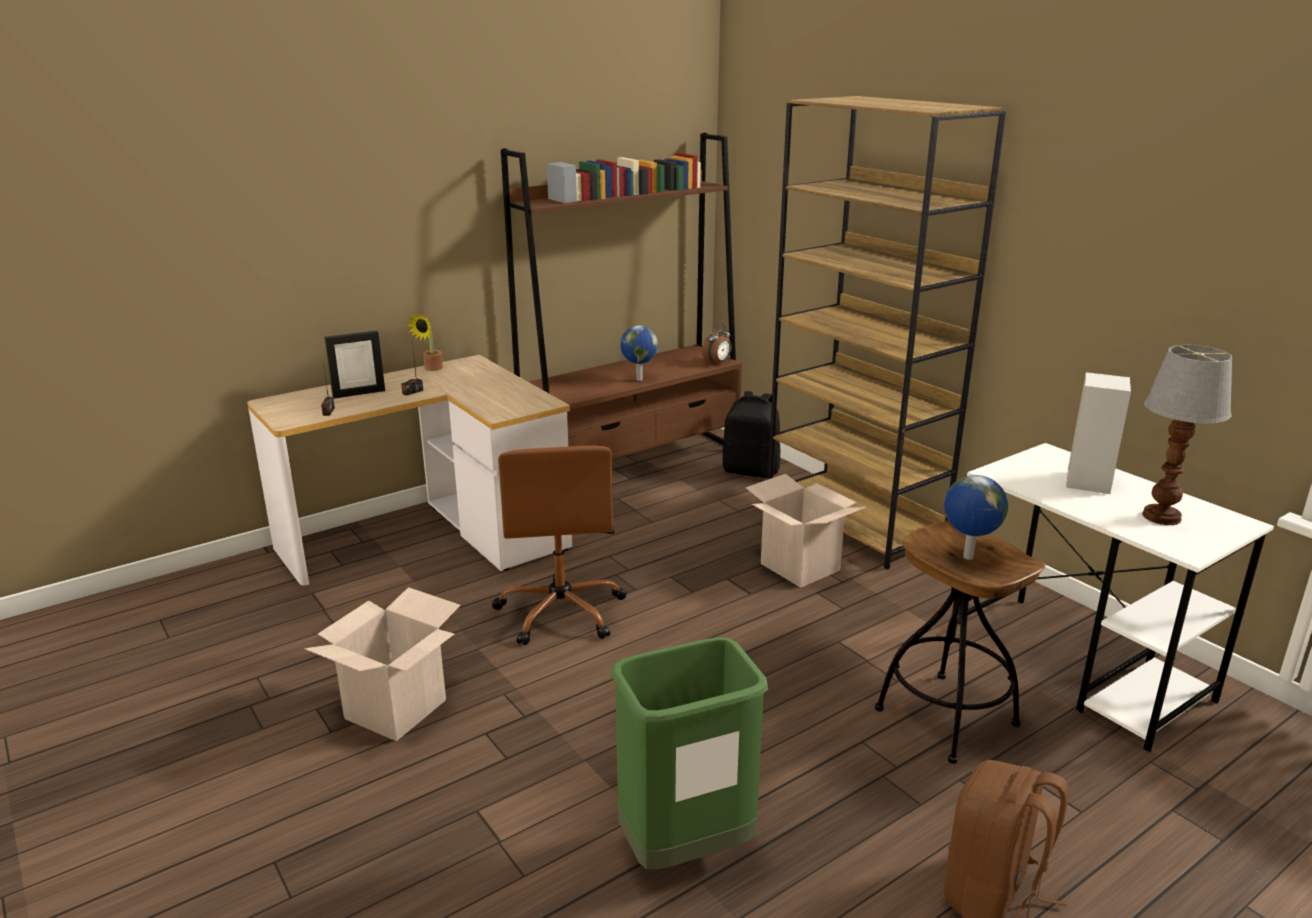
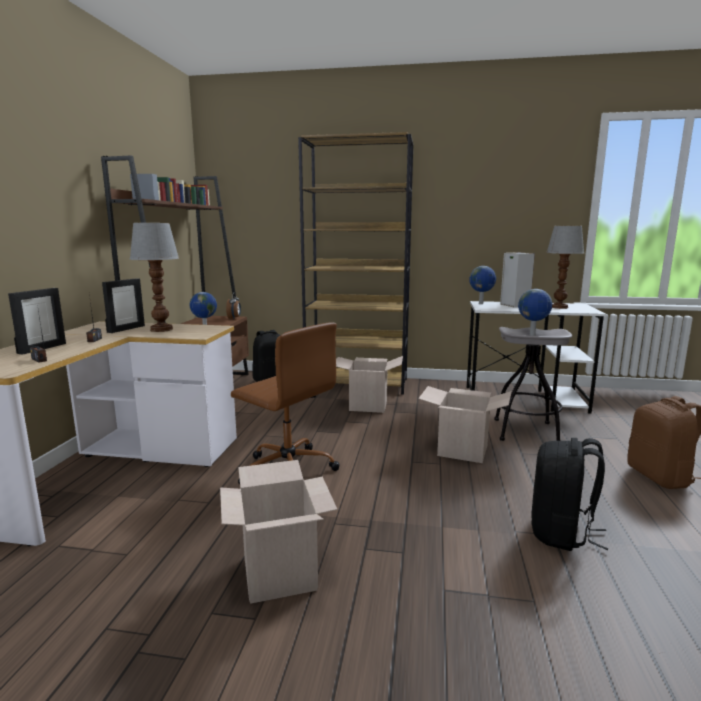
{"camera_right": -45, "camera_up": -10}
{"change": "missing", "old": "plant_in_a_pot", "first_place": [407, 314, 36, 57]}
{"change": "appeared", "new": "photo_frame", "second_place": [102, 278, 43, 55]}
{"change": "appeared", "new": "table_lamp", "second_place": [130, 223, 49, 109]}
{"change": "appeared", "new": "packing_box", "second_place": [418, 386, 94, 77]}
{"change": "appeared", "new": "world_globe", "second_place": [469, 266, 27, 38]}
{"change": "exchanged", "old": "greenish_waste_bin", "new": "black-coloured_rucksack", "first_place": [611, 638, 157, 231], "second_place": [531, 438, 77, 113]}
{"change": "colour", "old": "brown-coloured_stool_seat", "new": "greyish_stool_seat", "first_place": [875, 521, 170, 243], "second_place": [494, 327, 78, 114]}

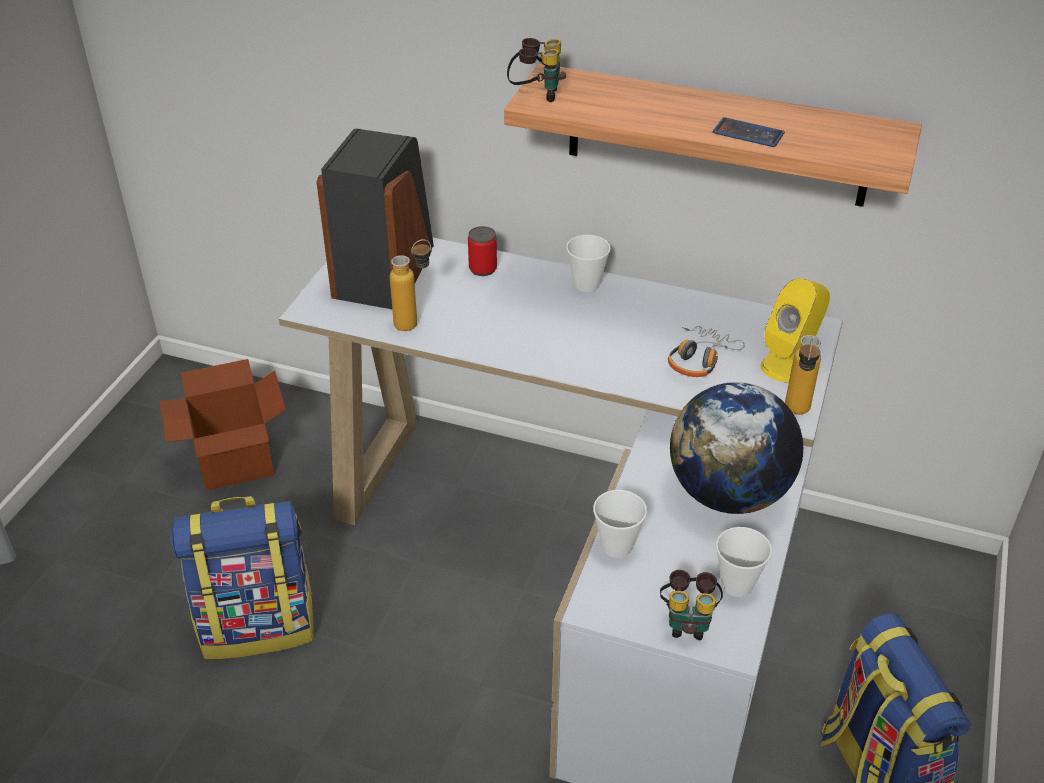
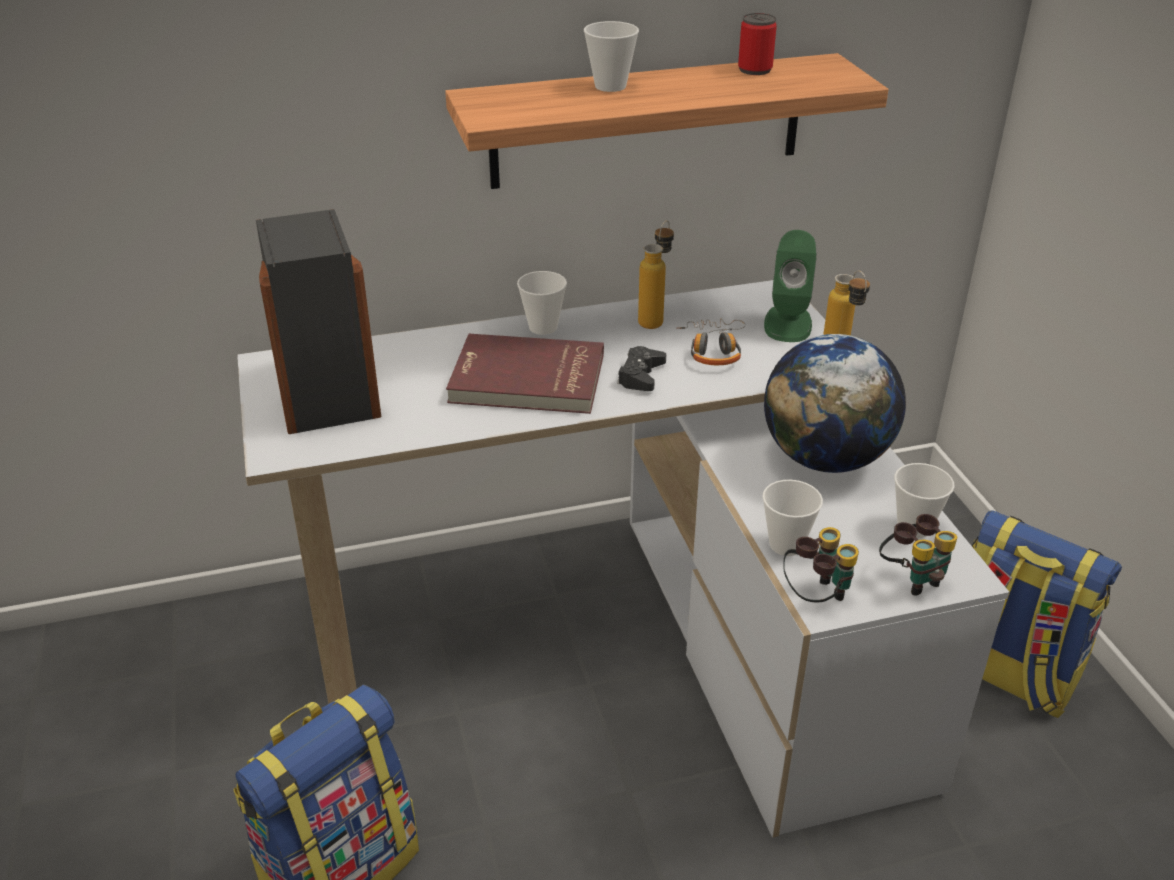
{"camera_right": -35, "camera_up": -5}
{"change": "missing", "old": "packing_box", "first_place": [159, 359, 127, 132]}
{"change": "missing", "old": "handset", "first_place": [713, 117, 72, 30]}
{"change": "appeared", "new": "red_book", "second_place": [446, 334, 158, 80]}
{"change": "appeared", "new": "small_cup", "second_place": [584, 21, 55, 71]}
{"change": "appeared", "new": "black-coloured_joypad", "second_place": [617, 346, 49, 45]}
{"change": "relocated", "old": "beverage_bottle", "first_place": [390, 239, 41, 92], "second_place": [638, 220, 36, 109]}
{"change": "relocated", "old": "can", "first_place": [468, 226, 29, 50], "second_place": [738, 13, 39, 62]}
{"change": "relocated", "old": "field_glasses", "first_place": [507, 38, 59, 64], "second_place": [783, 527, 76, 75]}
{"change": "colour", "old": "yellowish_loudspeaker", "new": "greenish_loudspeaker", "first_place": [761, 278, 69, 104], "second_place": [764, 230, 53, 112]}

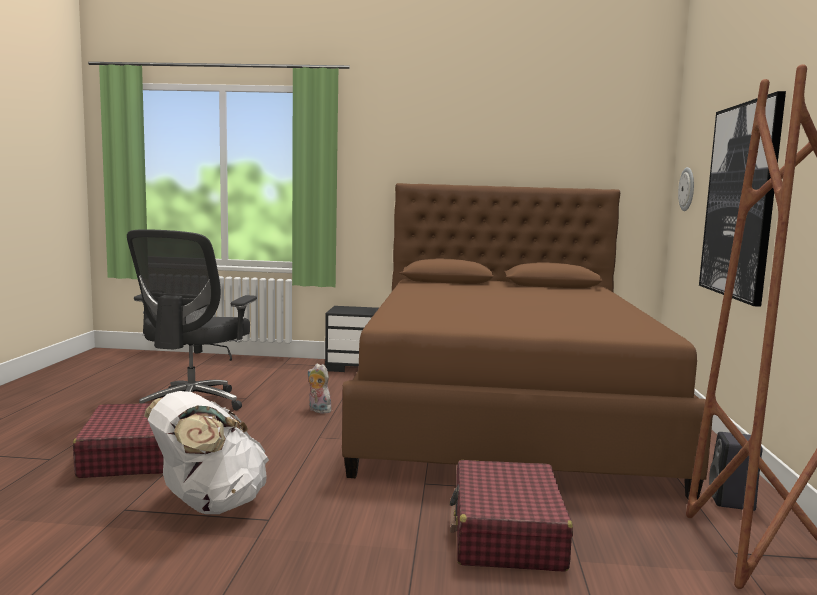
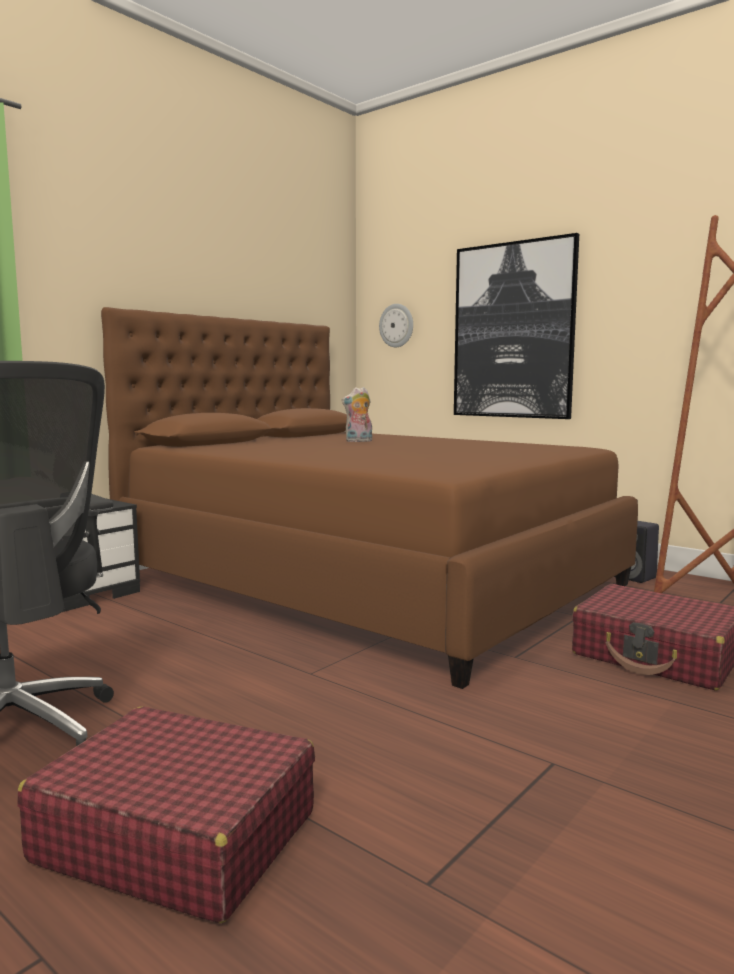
{"camera_right": -55, "camera_up": 0}
{"change": "missing", "old": "whitish_rucksack", "first_place": [144, 391, 125, 123]}
{"change": "relocated", "old": "plush_toy", "first_place": [307, 363, 26, 51], "second_place": [341, 387, 31, 55]}

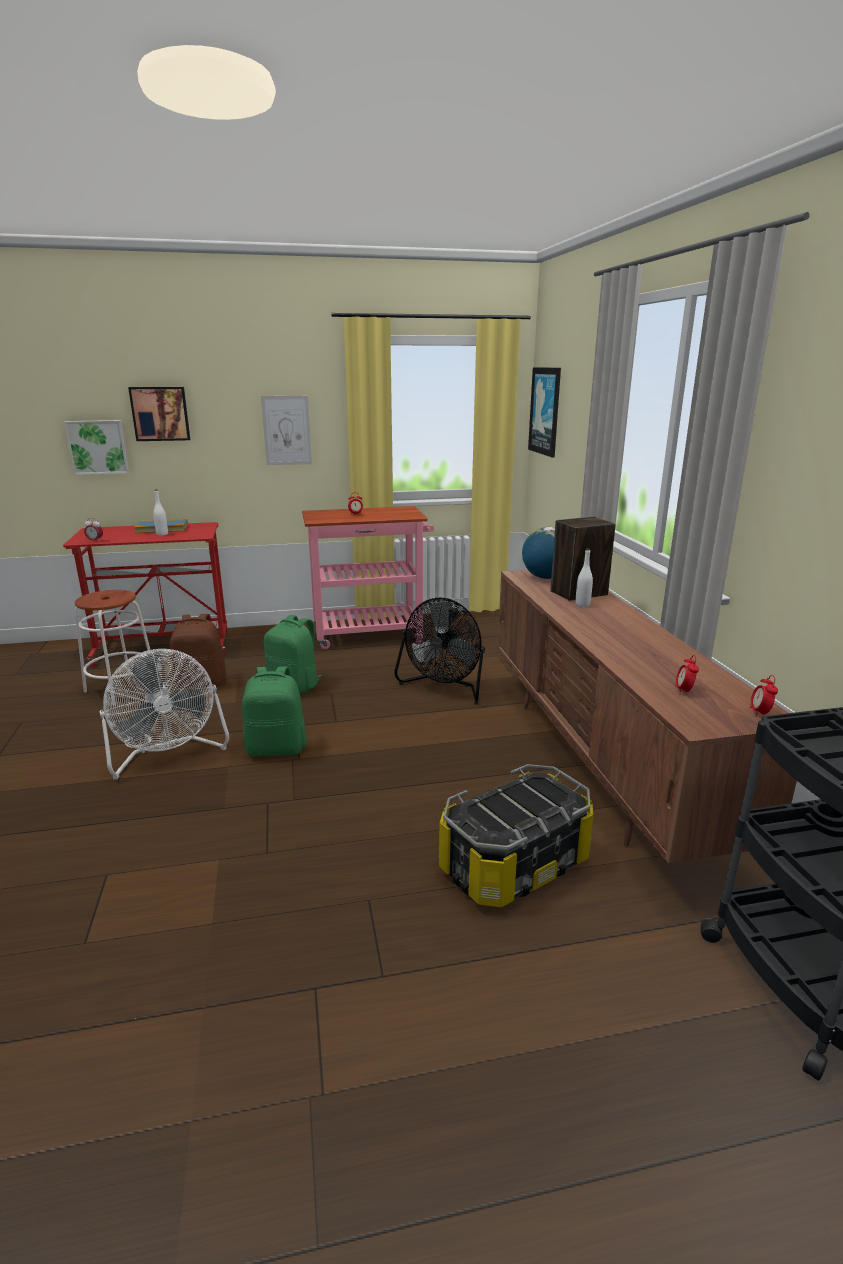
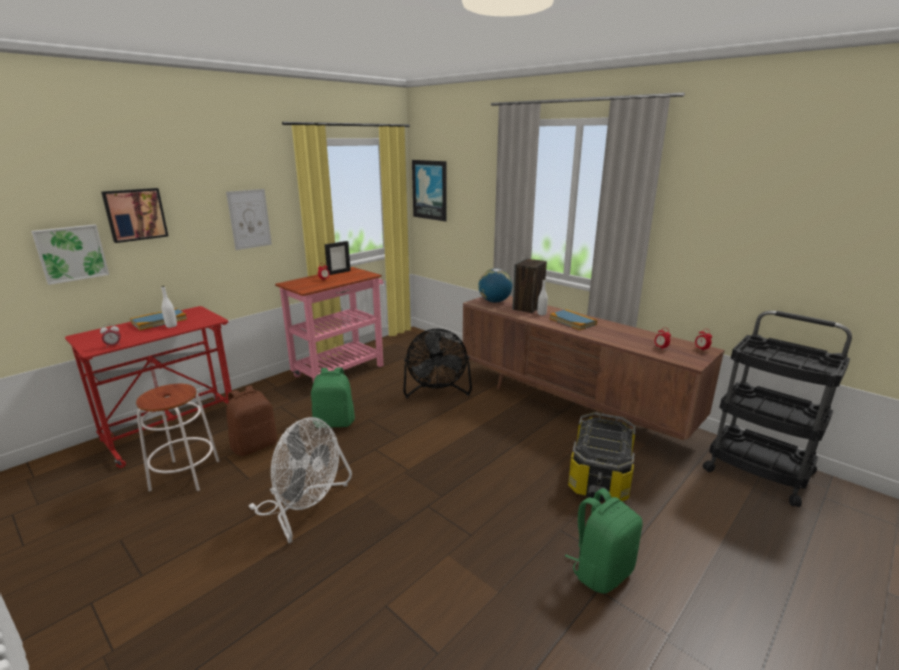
{"camera_right": -35, "camera_up": 0}
{"change": "appeared", "new": "photo_frame", "second_place": [325, 241, 26, 34]}
{"change": "appeared", "new": "book", "second_place": [549, 309, 48, 21]}
{"change": "relocated", "old": "greenish_rucksack", "first_place": [242, 666, 64, 90], "second_place": [565, 488, 78, 106]}

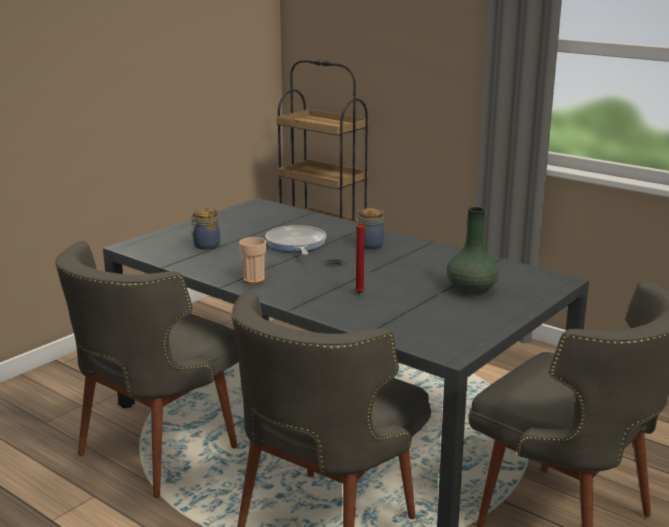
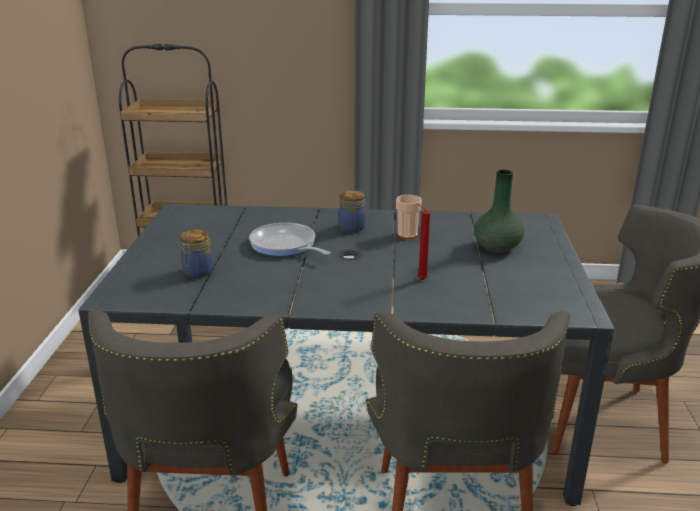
{"camera_right": -35, "camera_up": 5}
{"change": "relocated", "old": "small_cup", "first_place": [239, 237, 27, 47], "second_place": [396, 195, 26, 44]}

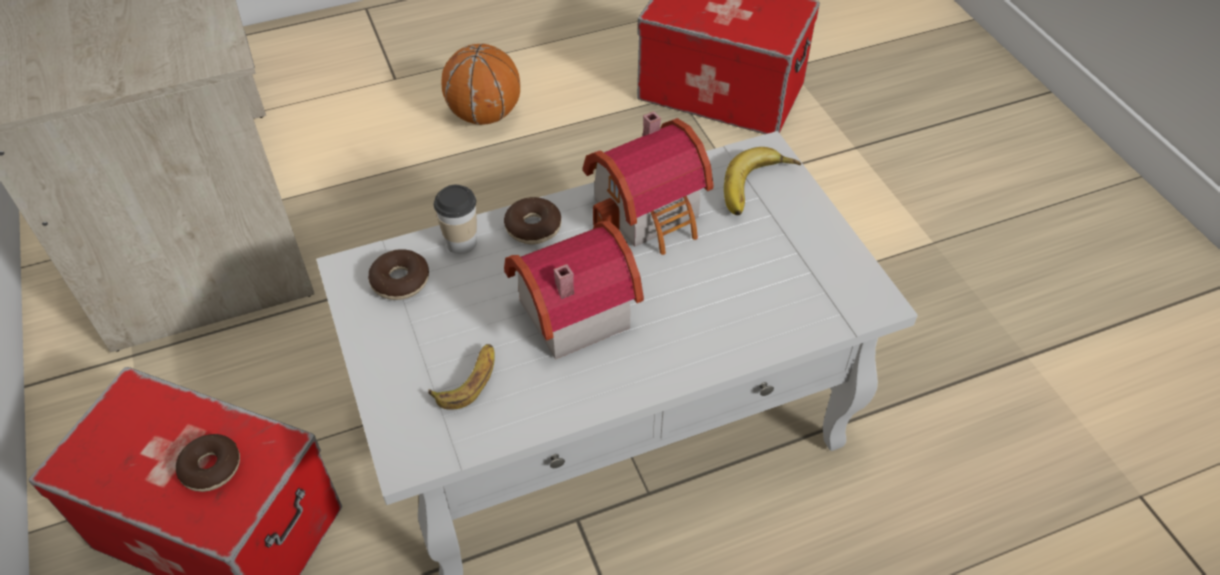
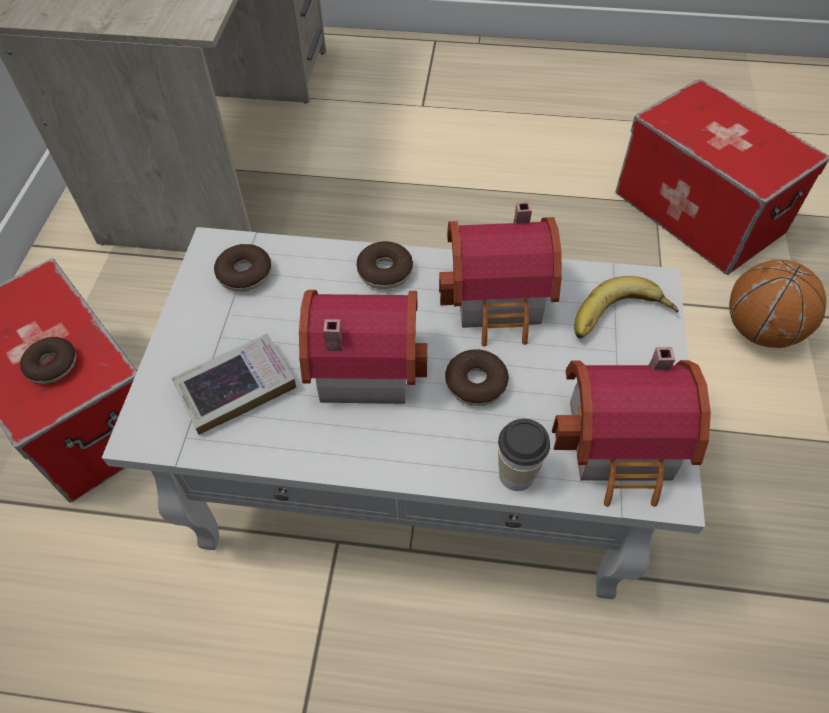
{"camera_right": 30, "camera_up": 5}
{"change": "appeared", "new": "donut", "second_place": [445, 349, 64, 57]}
{"change": "appeared", "new": "miniature_house", "second_place": [552, 347, 159, 160]}
{"change": "relocated", "old": "small_cup", "first_place": [434, 185, 43, 69], "second_place": [498, 419, 52, 72]}
{"change": "relocated", "old": "ball_for_basketball", "first_place": [441, 44, 79, 81], "second_place": [729, 260, 97, 88]}
{"change": "exchanged", "old": "banana", "new": "book", "first_place": [428, 344, 67, 66], "second_place": [171, 334, 125, 101]}

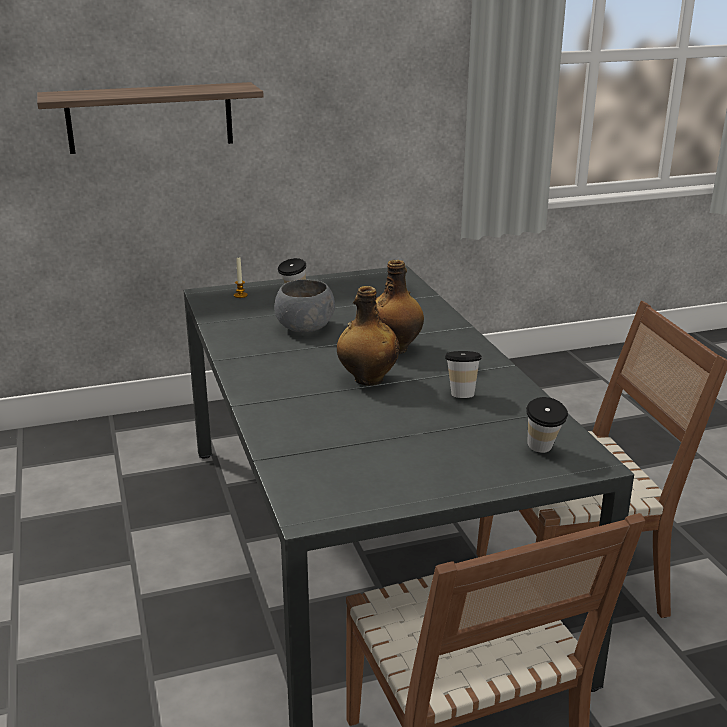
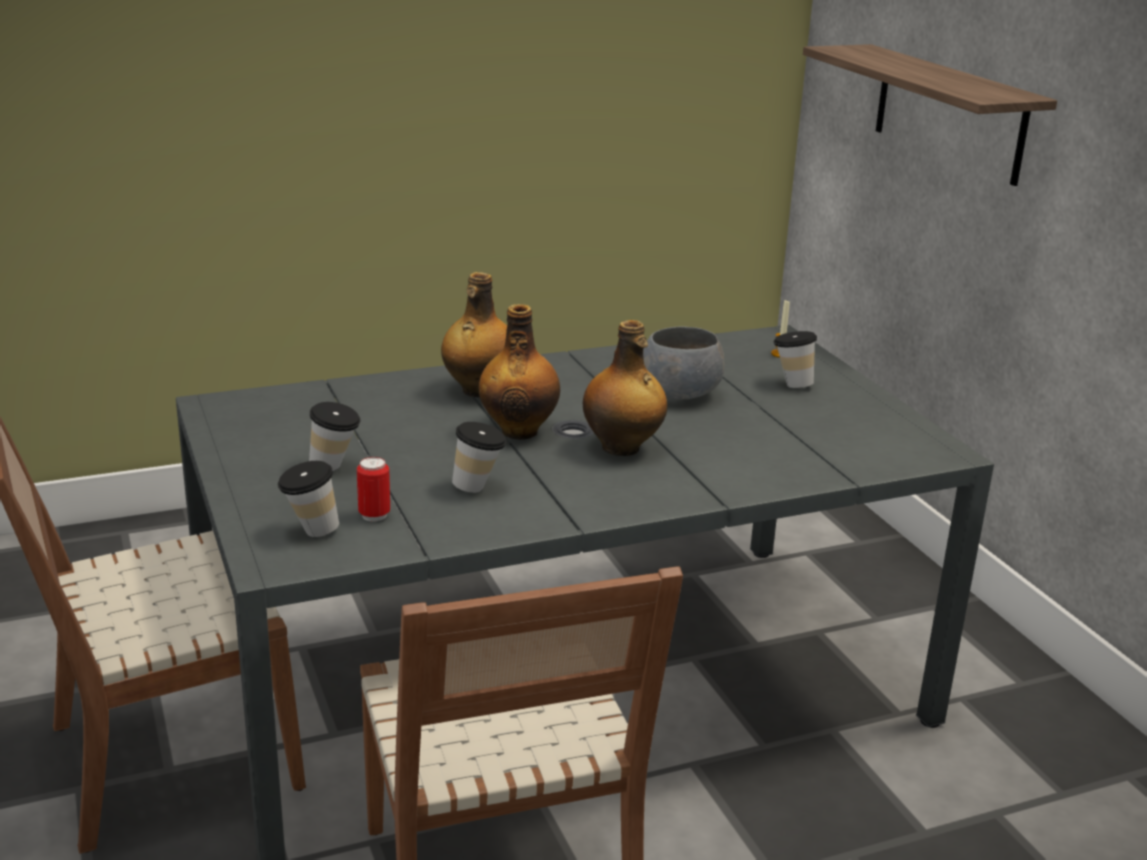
{"camera_right": 85, "camera_up": 0}
{"change": "appeared", "new": "small_cup", "second_place": [309, 402, 51, 69]}
{"change": "appeared", "new": "can", "second_place": [357, 457, 33, 65]}
{"change": "appeared", "new": "beverage_bottle", "second_place": [441, 272, 66, 125]}

